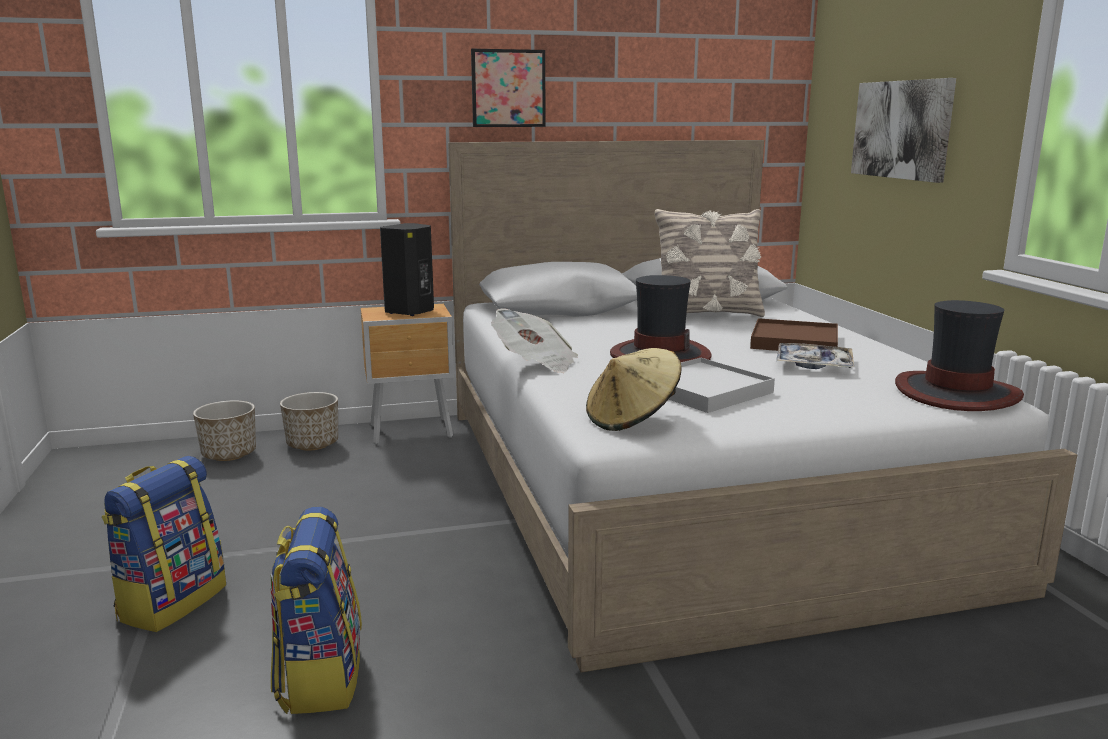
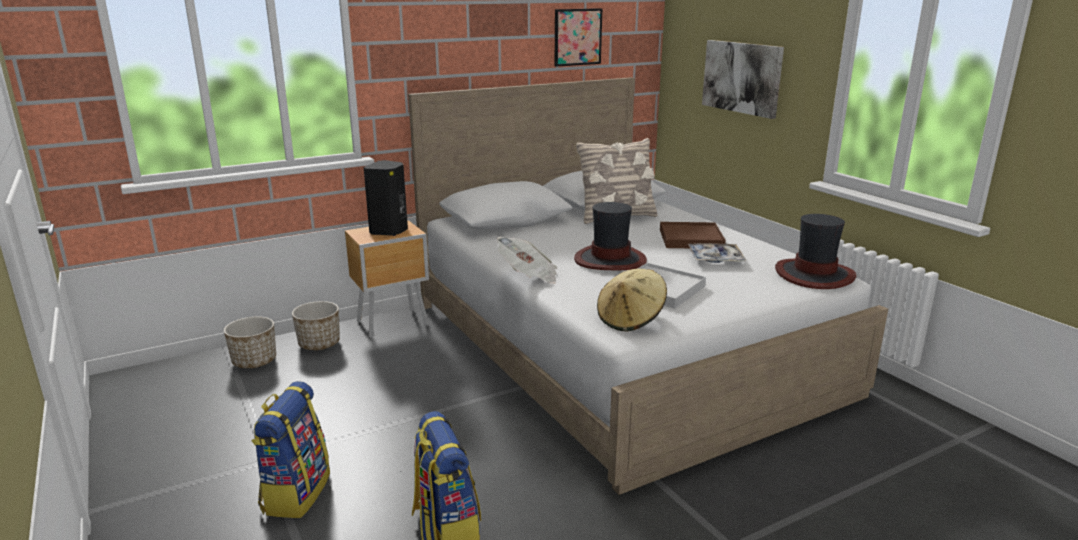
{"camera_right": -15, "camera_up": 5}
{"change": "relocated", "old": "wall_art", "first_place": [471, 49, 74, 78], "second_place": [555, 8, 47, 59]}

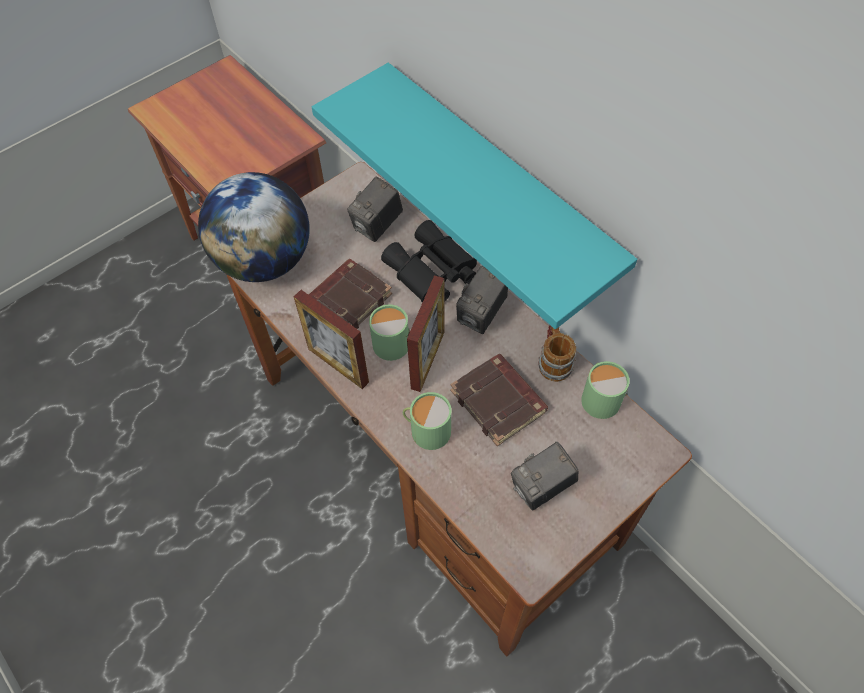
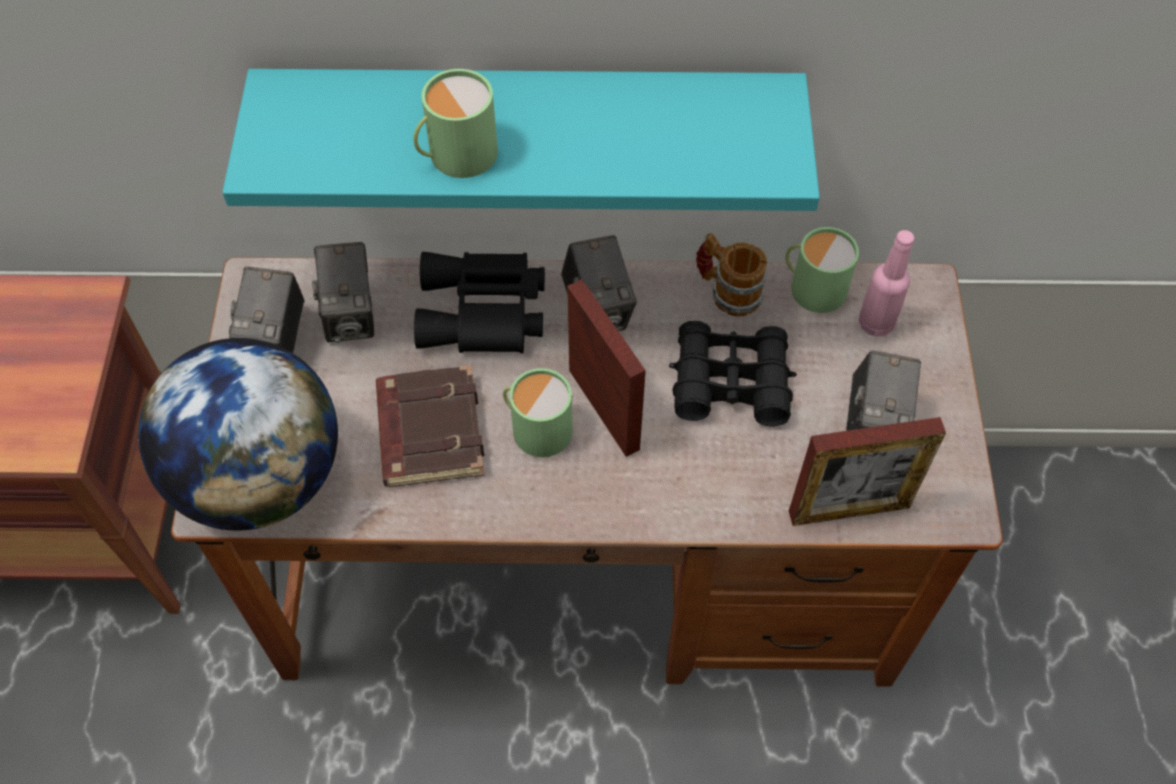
{"camera_right": -50, "camera_up": 0}
{"change": "appeared", "new": "photo_camera", "second_place": [229, 267, 76, 86]}
{"change": "appeared", "new": "pinkish_beverage_bottle", "second_place": [858, 230, 57, 107]}
{"change": "relocated", "old": "photo_frame", "first_place": [293, 290, 76, 99], "second_place": [789, 417, 157, 109]}
{"change": "relocated", "old": "greenish_coffee_mug", "first_place": [403, 392, 48, 58], "second_place": [413, 69, 85, 109]}
{"change": "exchanged", "old": "brown-coloured_book", "new": "black-coloured_field_glasses", "first_place": [450, 354, 98, 92], "second_place": [669, 321, 128, 106]}

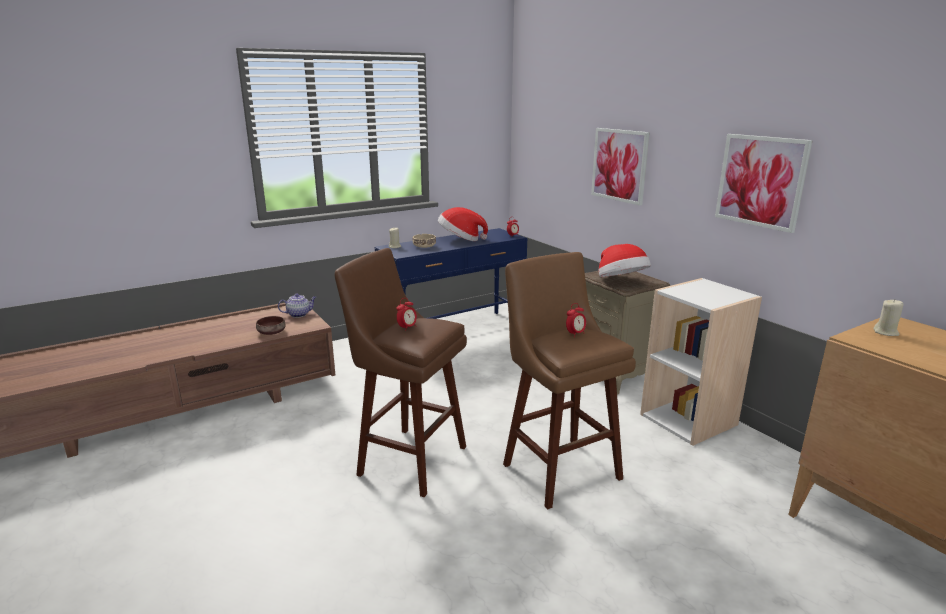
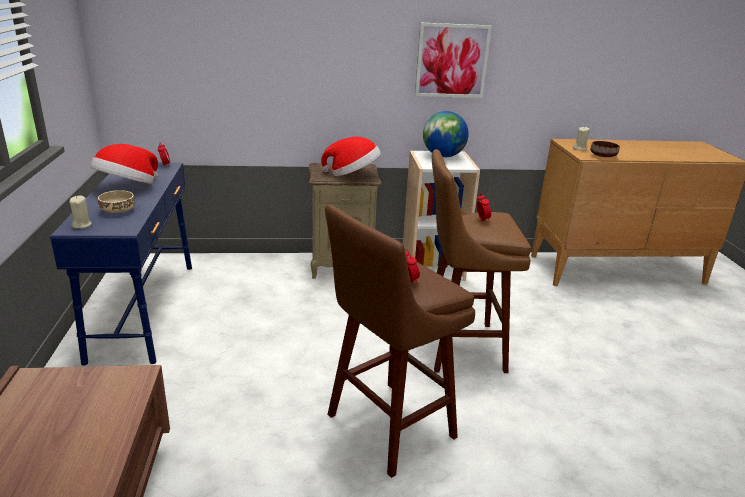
{"camera_right": -65, "camera_up": 5}
{"change": "missing", "old": "pot_for_tea", "first_place": [278, 293, 38, 25]}
{"change": "missing", "old": "wall_art", "first_place": [591, 128, 59, 77]}
{"change": "appeared", "new": "world_globe", "second_place": [423, 111, 46, 46]}
{"change": "relocated", "old": "brown-coloured_bowl", "first_place": [256, 316, 29, 19], "second_place": [590, 141, 30, 16]}

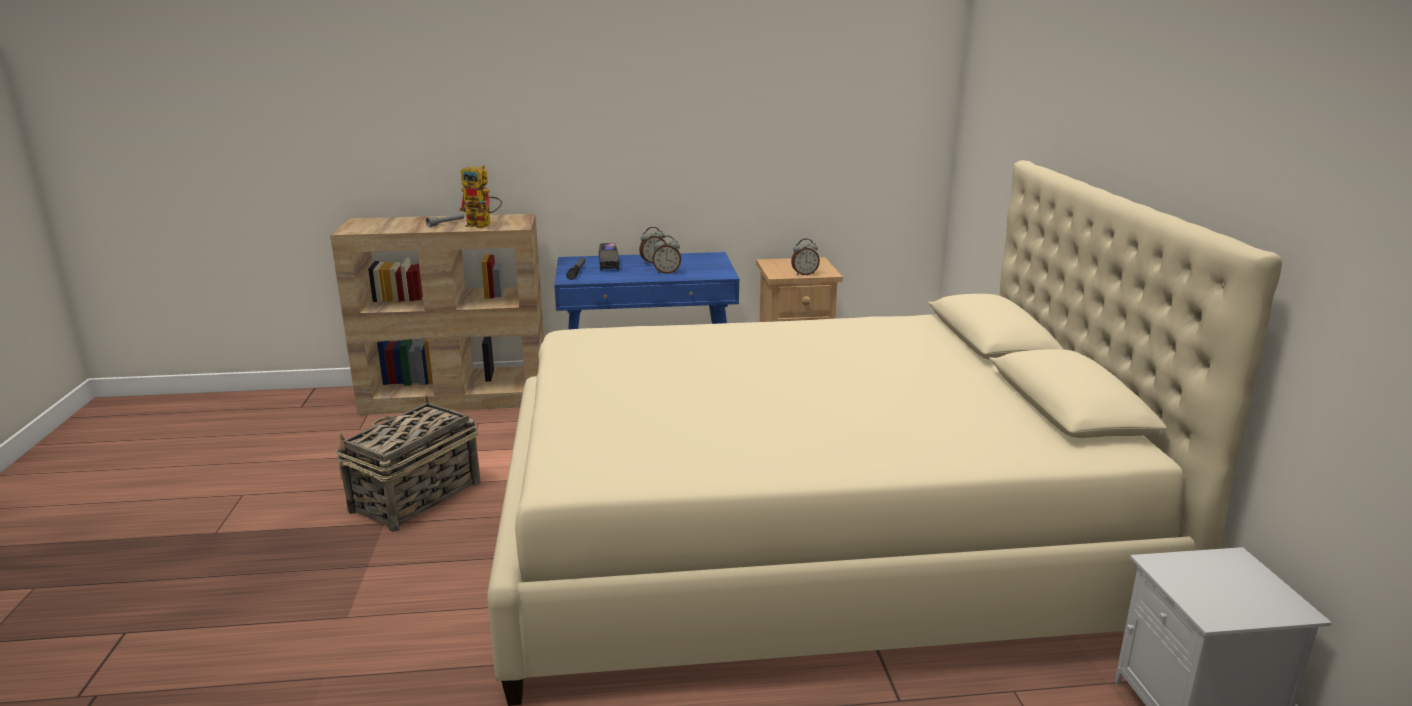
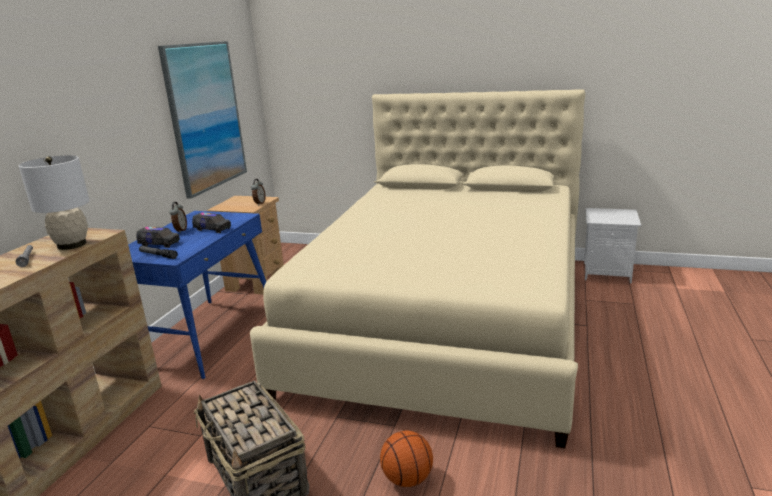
{"camera_right": -65, "camera_up": 0}
{"change": "appeared", "new": "wall_art", "second_place": [158, 41, 89, 158]}
{"change": "appeared", "new": "ball_for_basketball", "second_place": [380, 431, 53, 56]}
{"change": "exchanged", "old": "robot_figure", "new": "whitish_table_lamp", "first_place": [459, 165, 43, 63], "second_place": [19, 155, 71, 95]}
{"change": "exchanged", "old": "table_clock", "new": "model_truck", "first_place": [653, 235, 28, 39], "second_place": [192, 212, 39, 21]}

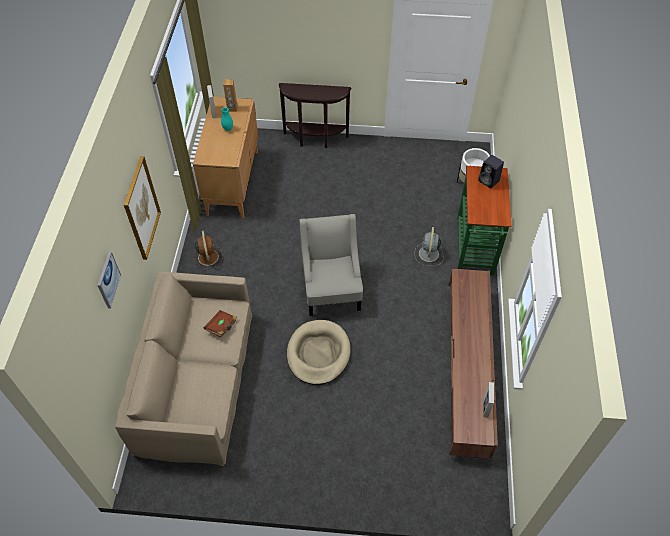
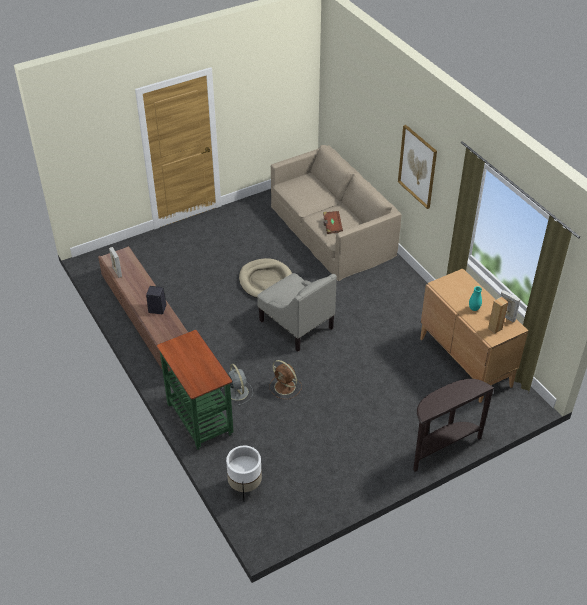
{"camera_right": 145, "camera_up": -10}
{"change": "missing", "old": "wall_art", "first_place": [97, 252, 24, 57]}
{"change": "relocated", "old": "brown-coloured_fan", "first_place": [193, 231, 30, 40], "second_place": [269, 360, 33, 39]}
{"change": "relocated", "old": "black-coloured_loudspeaker", "first_place": [478, 155, 26, 34], "second_place": [146, 286, 20, 28]}

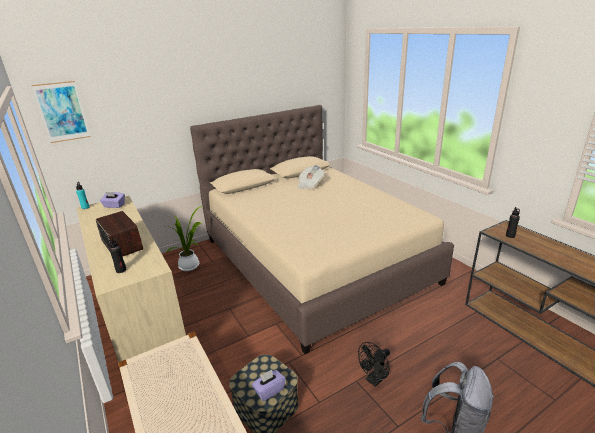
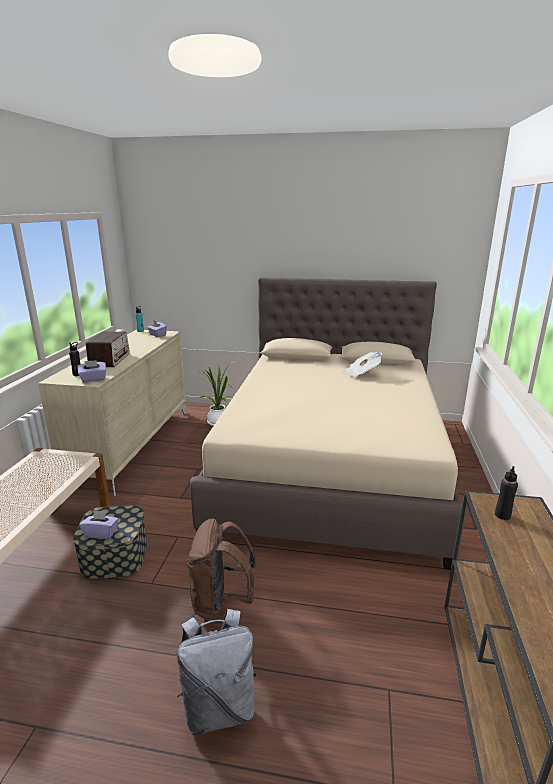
{"camera_right": 40, "camera_up": -5}
{"change": "missing", "old": "wall_art", "first_place": [32, 81, 59, 62]}
{"change": "appeared", "new": "purple-coloured_box_of_tissues", "second_place": [78, 360, 28, 22]}
{"change": "exchanged", "old": "black-coloured_fan", "new": "brown-coloured_rucksack", "first_place": [358, 342, 32, 45], "second_place": [186, 518, 70, 102]}

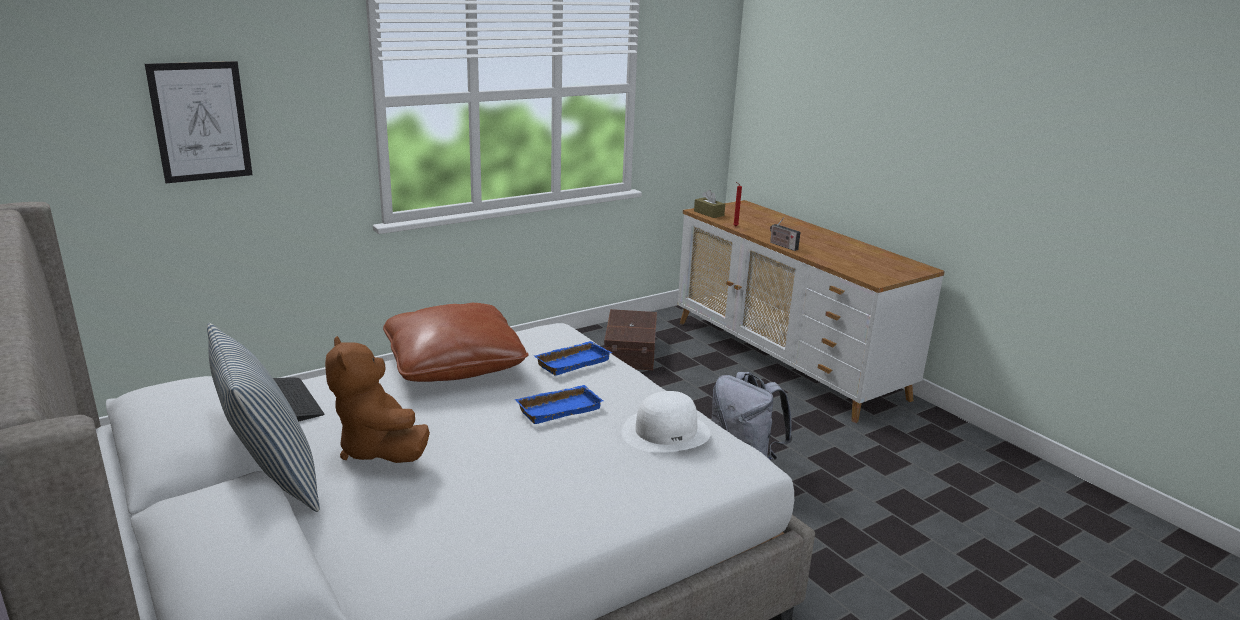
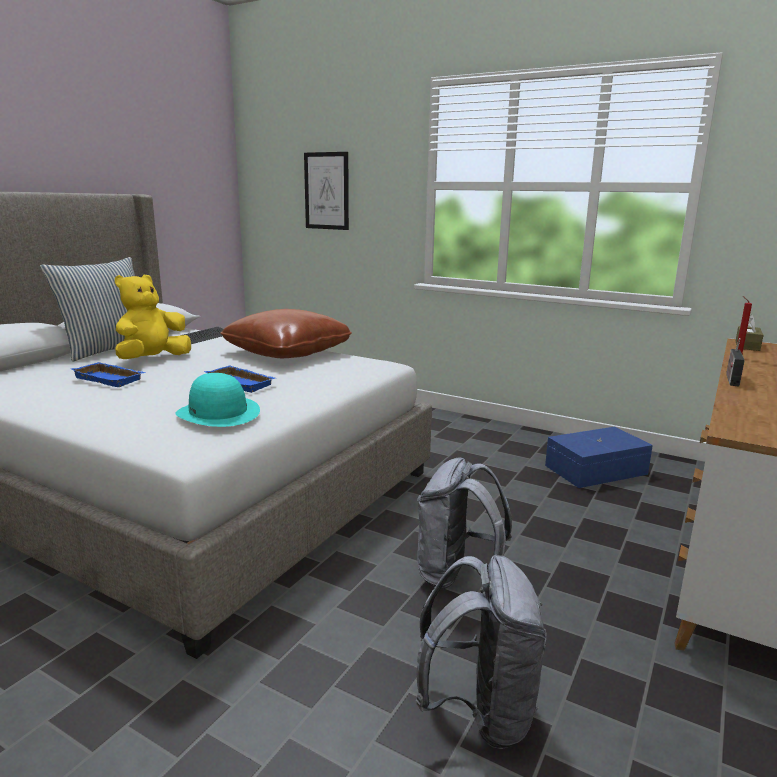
{"camera_right": 65, "camera_up": -5}
{"change": "appeared", "new": "greyish_rucksack", "second_place": [416, 555, 130, 194]}
{"change": "relocated", "old": "bluish_serving_tray", "first_place": [535, 341, 77, 35], "second_place": [71, 362, 75, 25]}
{"change": "colour", "old": "brown-coloured_plush_toy", "new": "yellowish_plush_toy", "first_place": [325, 336, 105, 127], "second_place": [115, 275, 76, 84]}
{"change": "colour", "old": "brown-coloured_storage_bin", "new": "bluish_storage_bin", "first_place": [604, 309, 53, 61], "second_place": [545, 427, 108, 61]}
{"change": "colour", "old": "whitish_wearable_hat", "new": "turquoise_wearable_hat", "first_place": [622, 391, 88, 61], "second_place": [176, 373, 84, 54]}

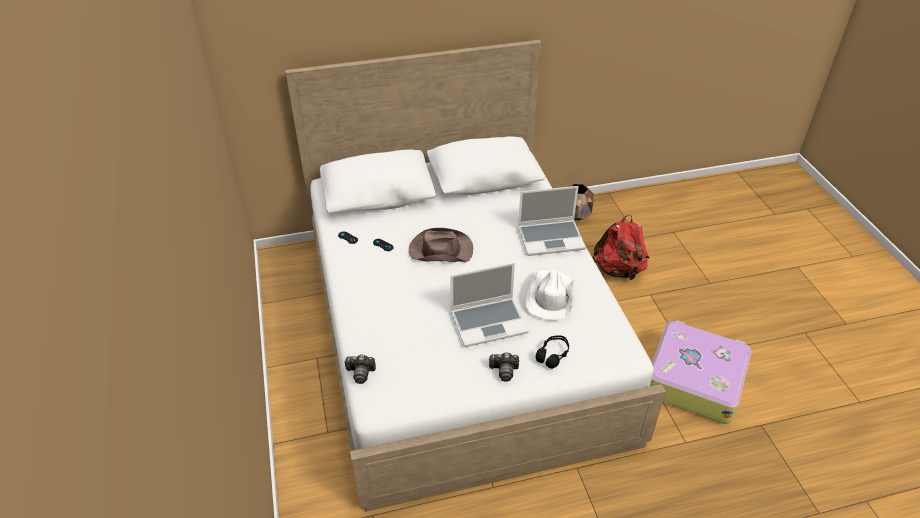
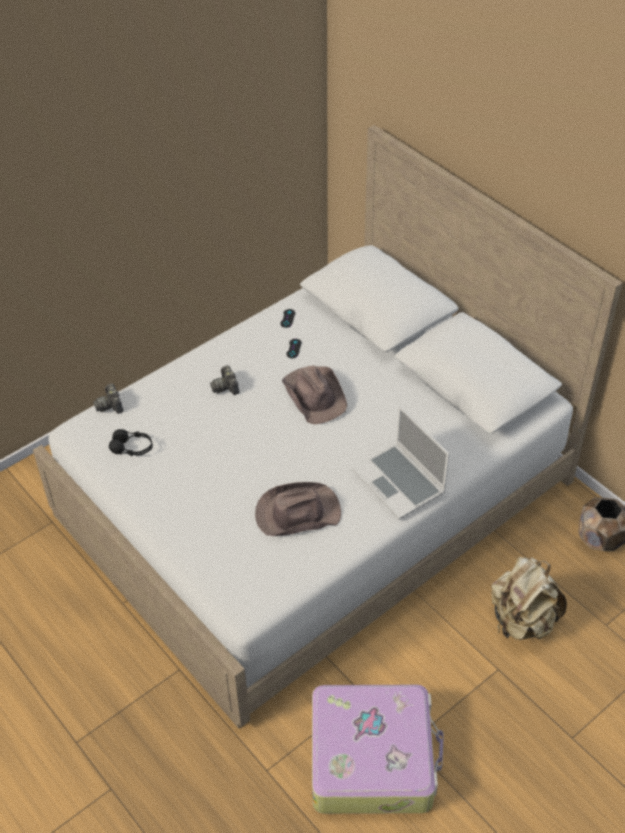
{"camera_right": 65, "camera_up": 5}
{"change": "missing", "old": "portable_computer", "first_place": [450, 263, 79, 84]}
{"change": "relocated", "old": "photo_camera", "first_place": [488, 352, 31, 30], "second_place": [210, 365, 29, 30]}
{"change": "relocated", "old": "black-coloured_pair_of_headphones", "first_place": [536, 335, 33, 34], "second_place": [109, 429, 44, 27]}
{"change": "colour", "old": "whitish_wearable_hat", "new": "brown-coloured_wearable_hat", "first_place": [526, 270, 48, 51], "second_place": [255, 482, 86, 54]}
{"change": "colour", "old": "red_rucksack", "new": "beige-coloured_rucksack", "first_place": [592, 215, 57, 66], "second_place": [491, 557, 76, 83]}

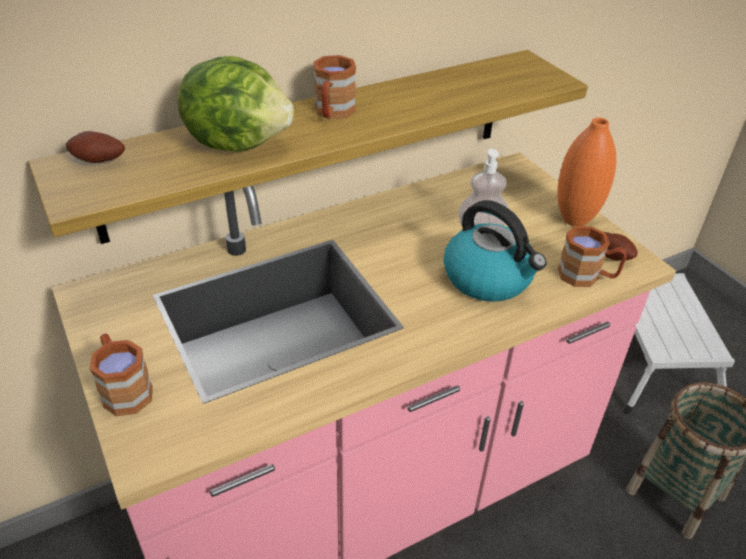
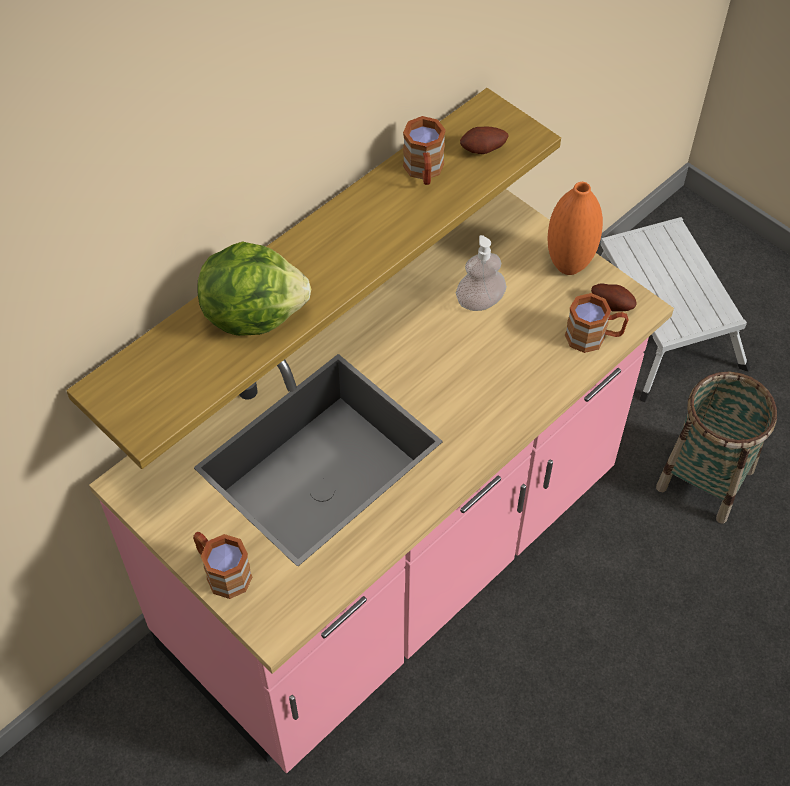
{"camera_right": -15, "camera_up": 15}
{"change": "missing", "old": "water_kettle", "first_place": [444, 200, 103, 102]}
{"change": "relocated", "old": "potato", "first_place": [66, 131, 59, 32], "second_place": [460, 126, 49, 28]}
{"change": "relocated", "old": "brown-coloured_coffee_mug", "first_place": [313, 55, 43, 64], "second_place": [403, 116, 43, 69]}

